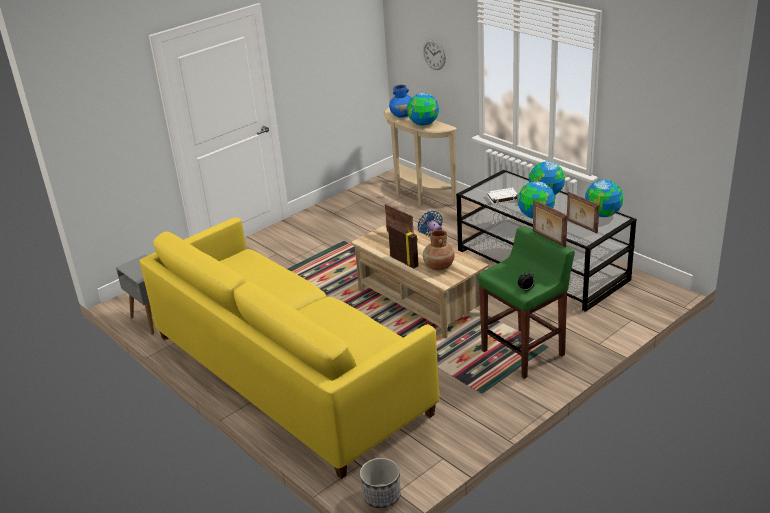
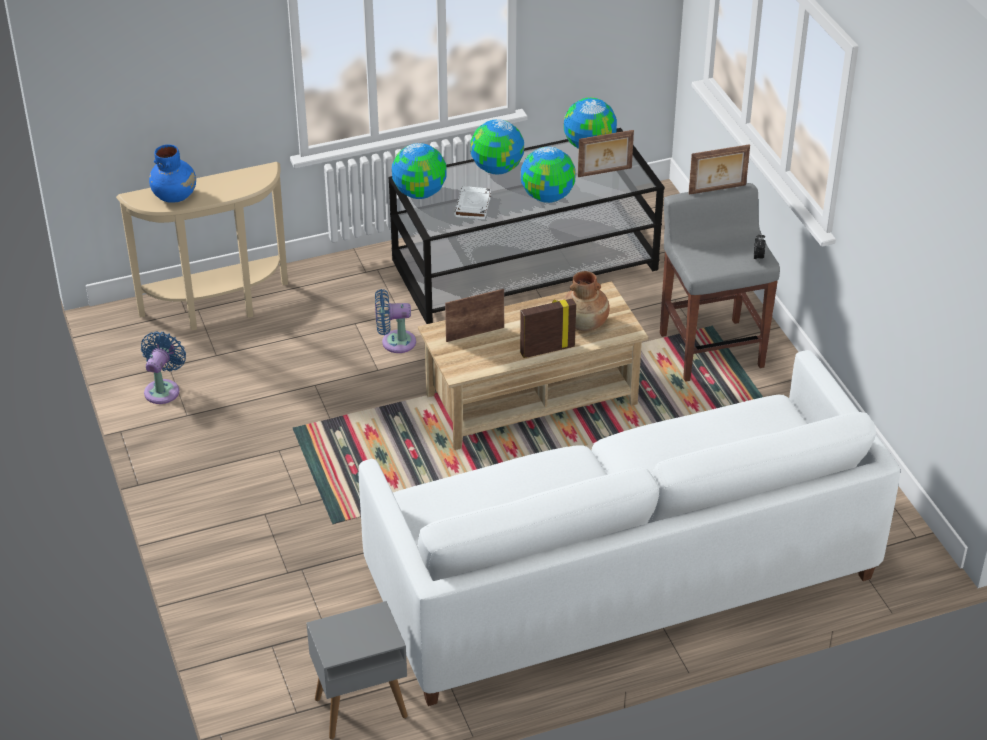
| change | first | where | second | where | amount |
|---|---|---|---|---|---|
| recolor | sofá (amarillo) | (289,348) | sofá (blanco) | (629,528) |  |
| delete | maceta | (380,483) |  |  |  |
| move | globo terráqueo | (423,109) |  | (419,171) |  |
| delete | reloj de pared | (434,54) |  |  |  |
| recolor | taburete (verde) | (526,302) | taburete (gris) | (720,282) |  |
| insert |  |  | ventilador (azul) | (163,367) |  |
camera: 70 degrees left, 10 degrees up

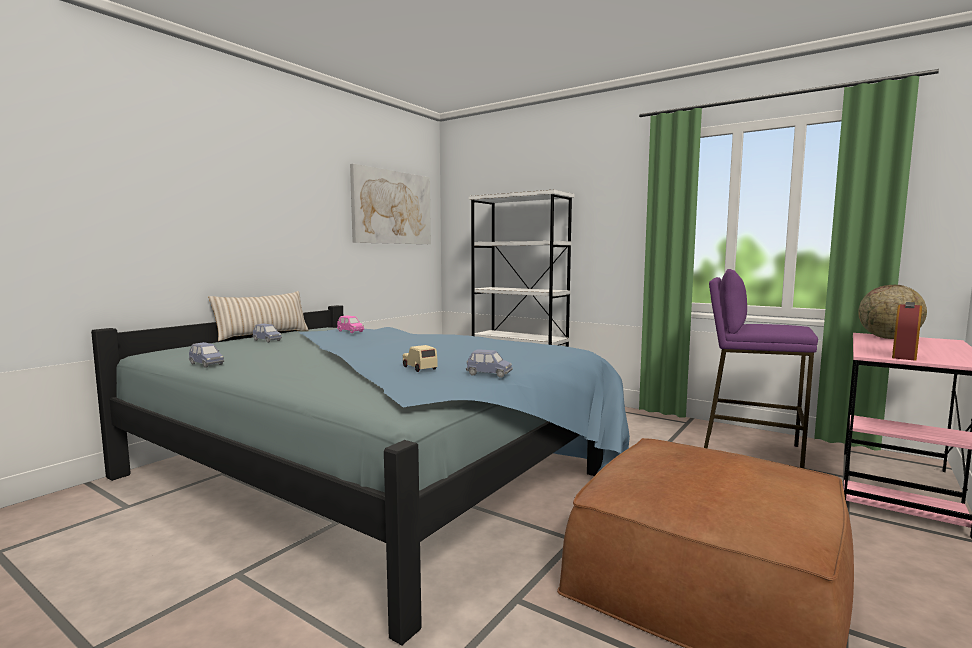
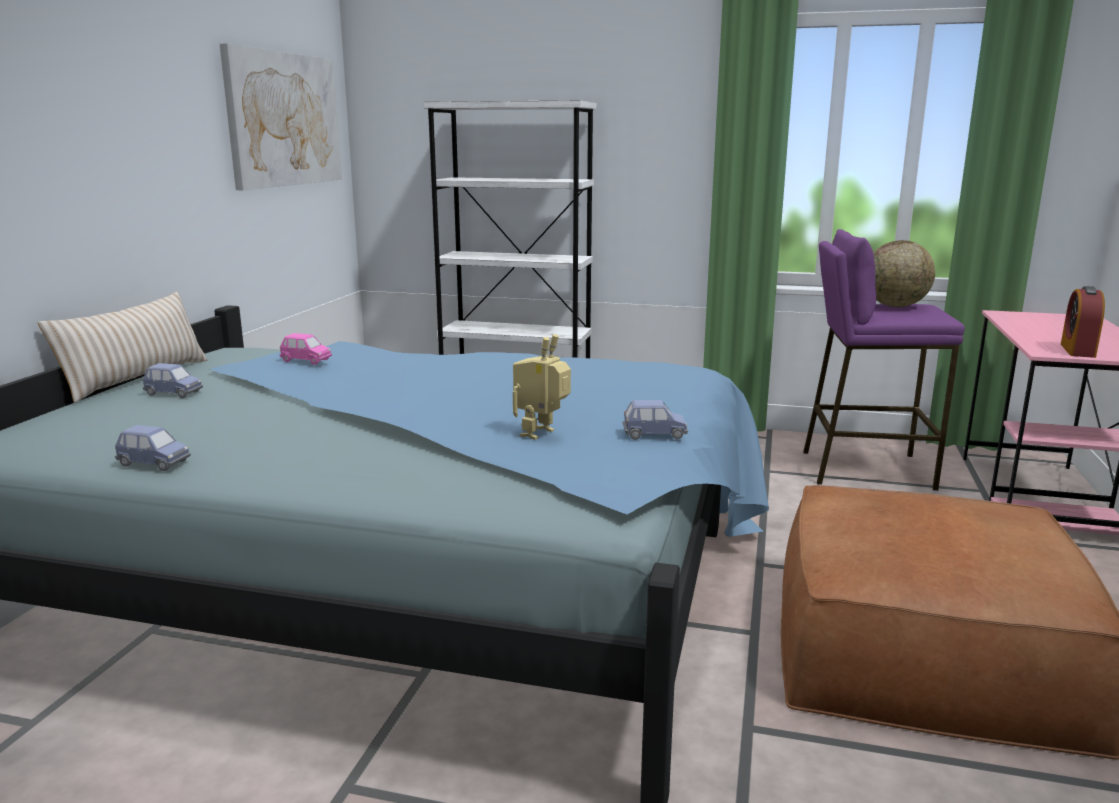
| change | first | where | second | where | amount |
|---|---|---|---|---|---|
| replace | coche de juguete (beis) | (420,358) | robot de juguete | (542,387) |  |
| move | globo terráqueo | (892,312) |  | (904,273) |  |
camera: 20 degrees left, 10 degrees up

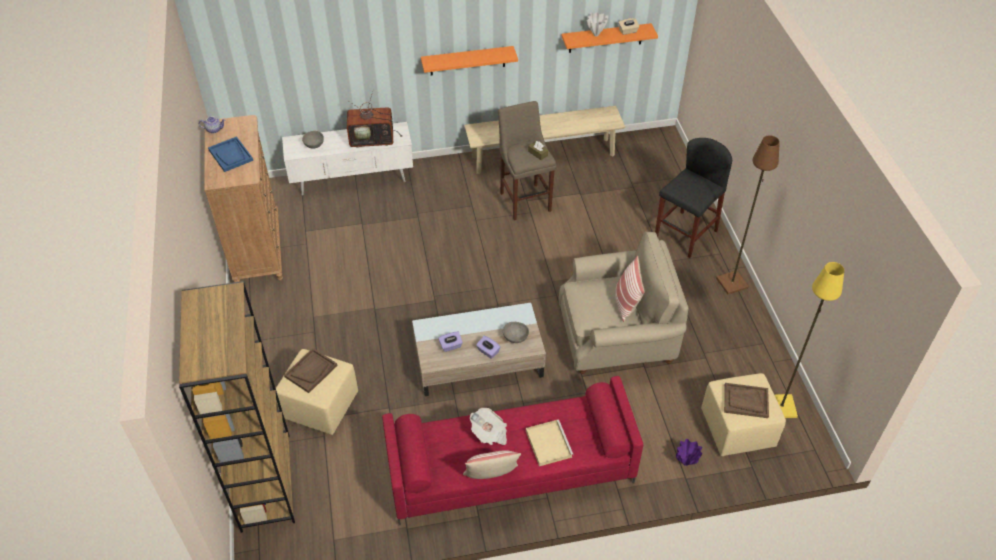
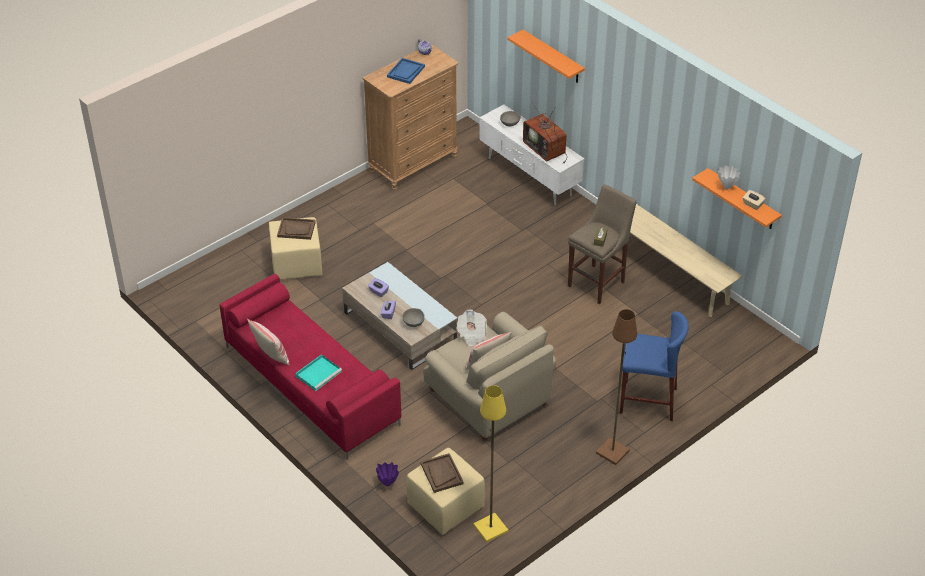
| change | first | where | second | where | amount |
|---|---|---|---|---|---|
| delete | estantería (marrón) | (237,407) |  |  |  |
| move | estante (naranja) | (469,60) |  | (546,56) |  |
| move | periódico | (488,426) |  | (471,327) |  |
| recolor | bandeja (beis) | (550,443) | bandeja (turquesa) | (318,372) |  |
| recolor | taburete (negro) | (693,198) | taburete (azul) | (654,366) |  |
camera: 60 degrees right, 5 degrees down

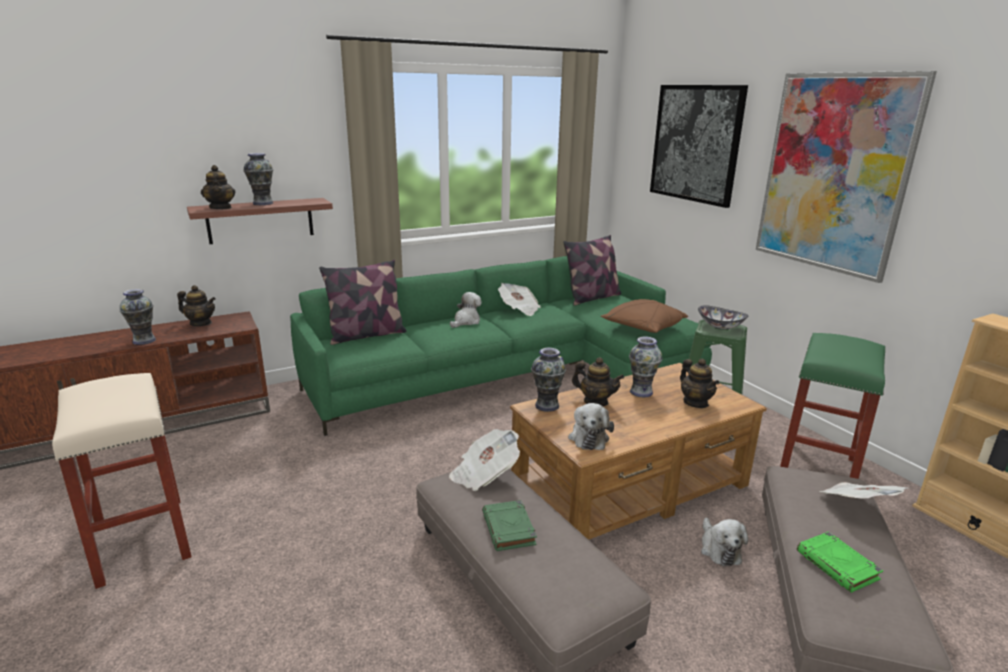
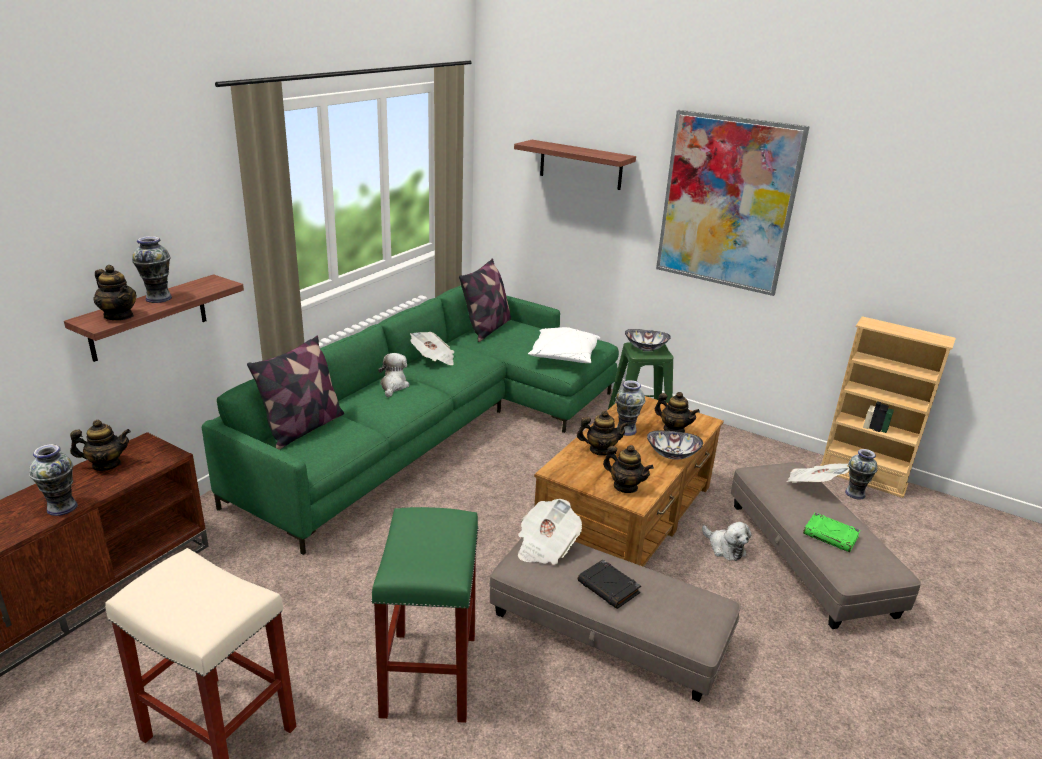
| change | first | where | second | where | amount |
|---|---|---|---|---|---|
| recolor | libro (verde) | (509,525) | libro (negro) | (609,584) |  |
| move | florero | (548,380) |  | (861,474) |  |
| replace | peluche | (591,426) | tetera | (628,469) |  |
| recolor | cojín (marrón) | (644,316) | cojín (blanco) | (564,345) |  |
| replace | cuadro | (699,146) | estante | (575,165) |  |
| move | taburete (verde) | (832,406) |  | (425,615) |  |
| insert |  |  | cuenco | (675,444) |  |
camera: 30 degrees left, 5 degrees up

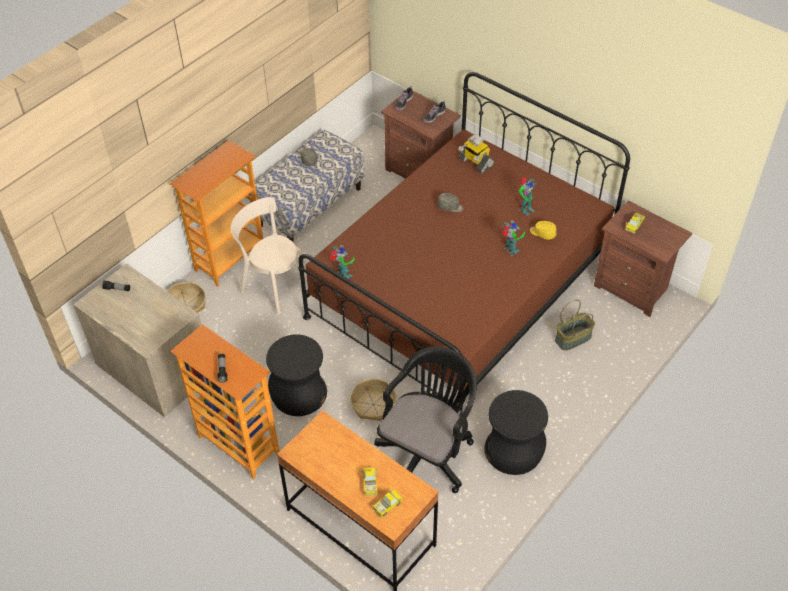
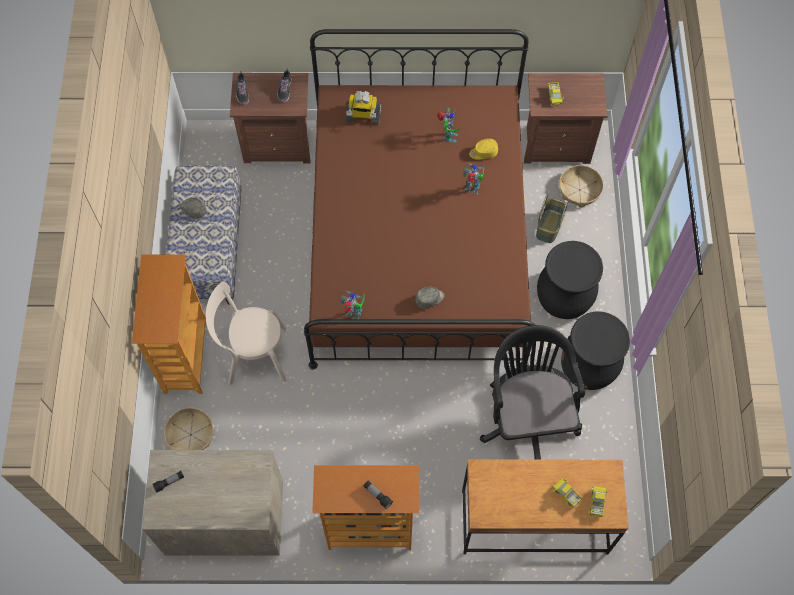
| change | first | where | second | where | amount |
|---|---|---|---|---|---|
| move | taburete (negro) | (296,375) |  | (570,280) |  |
| move | cesta | (373,400) |  | (581,186) |  |
| move | gorra (gris) | (450,202) |  | (430,298) |  |
camera: 40 degrees left, 15 degrees up

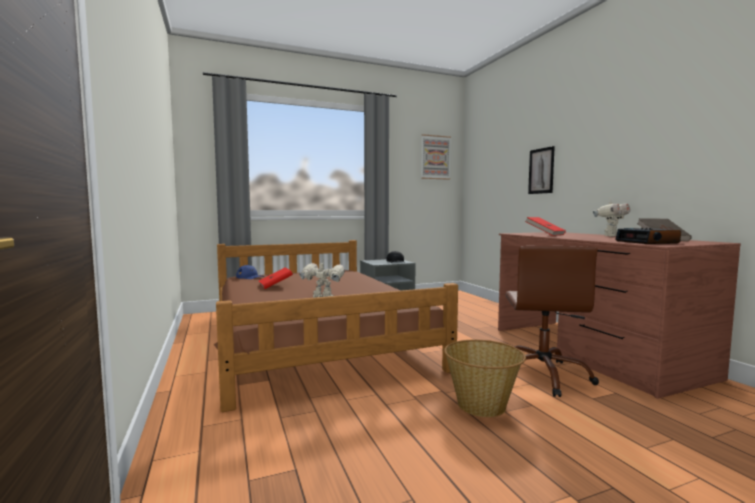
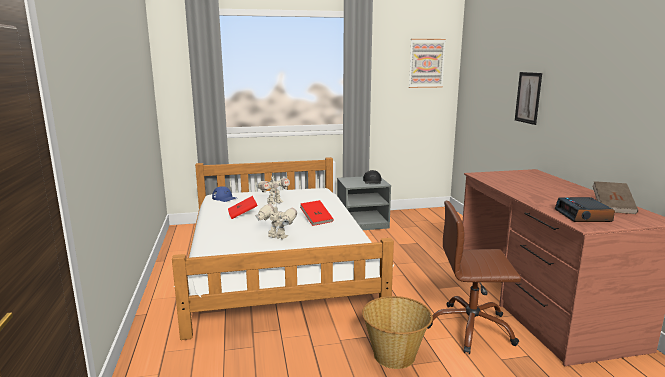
| change | first | where | second | where | amount |
|---|---|---|---|---|---|
| recolor | cama (marrón) | (336,326) | cama (blanco) | (283,248) |  |
| rotate | silla de oficina (marrón) | (552,321) |  | (474,277) | 75 degrees clockwise |
| move | libro (rojo) | (545,226) |  | (317,213) |  |
| move | robot de juguete | (611,217) |  | (273,189) |  |
camera: 10 degrees right, 10 degrees up

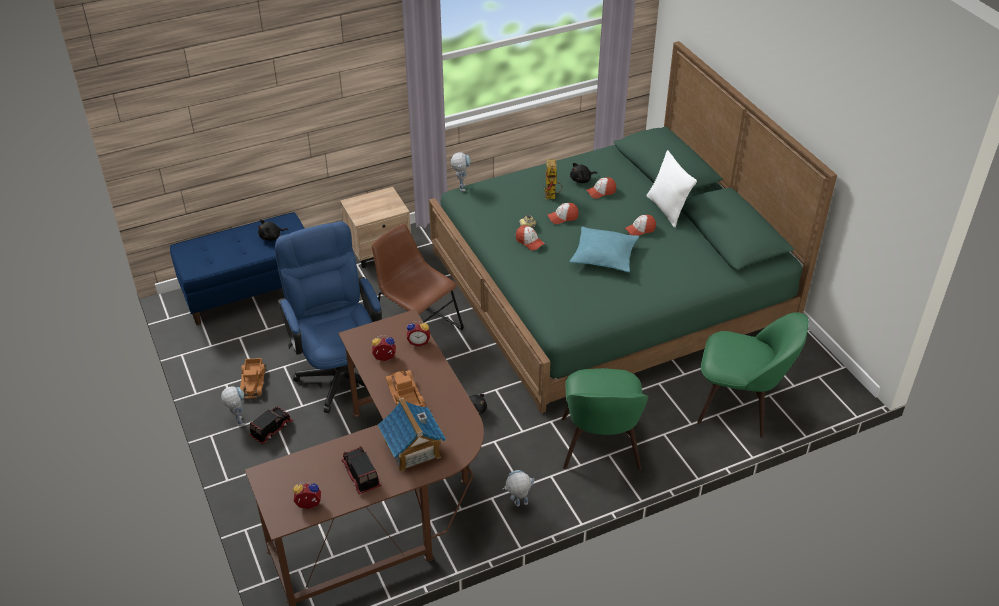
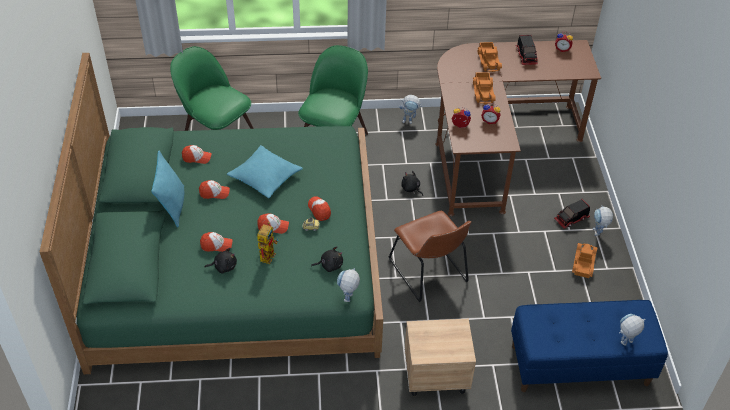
| change | first | where | second | where | amount |
|---|---|---|---|---|---|
| move | peluche (negro) | (273,230) |  | (327,259) |  |
| delete | silla de oficina (azul) | (328,317) |  |  |  |
| replace | casita | (412,434) | camión de juguete | (489,57) |  |
| recolor | cojín (blanco) | (671,188) | cojín (turquesa) | (167,189) |  |
| insert |  |  | gorra | (197,154) |  |
| insert |  |  | robot de juguete | (632,330) |  |
camera: 160 degrees left, 5 degrees up

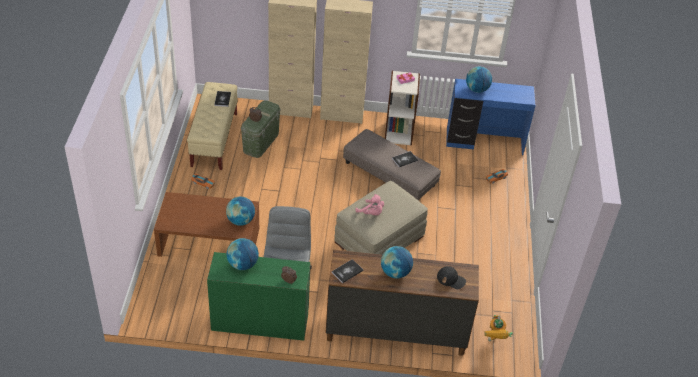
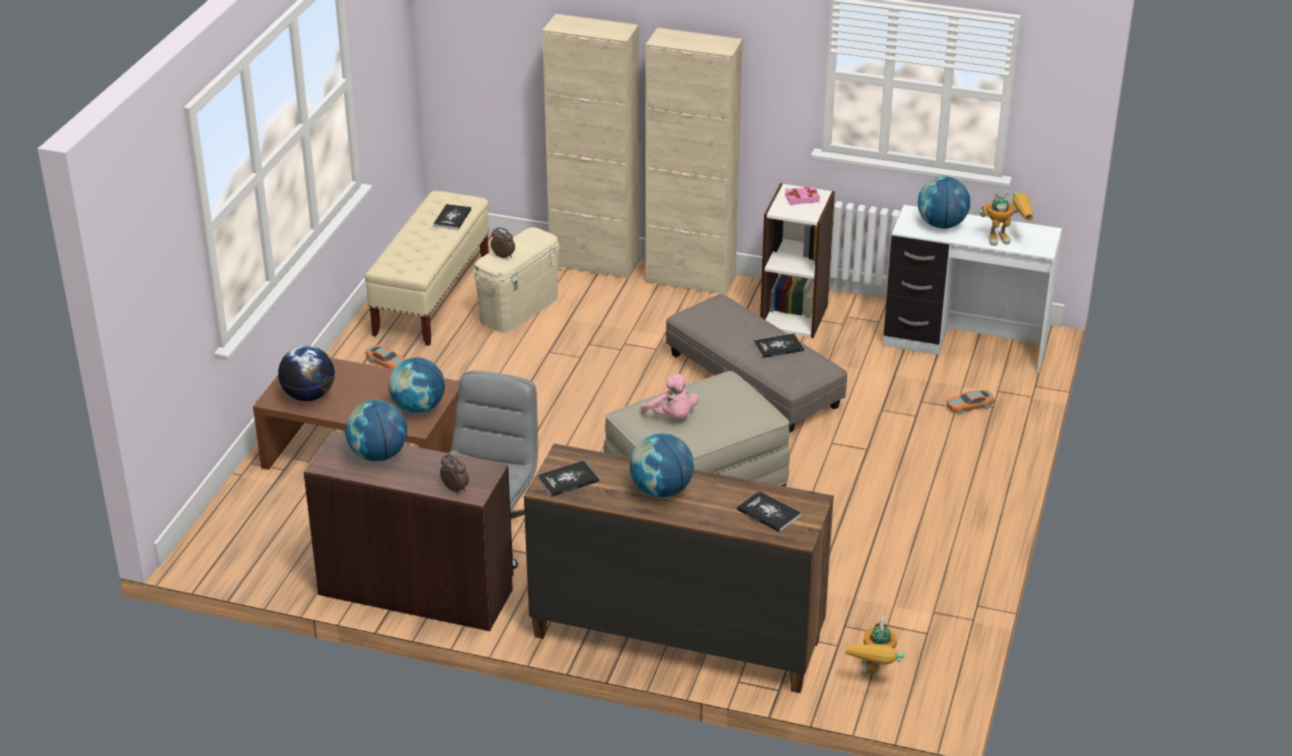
| change | first | where | second | where | amount |
|---|---|---|---|---|---|
| recolor | escritorio (verde) | (259,296) | escritorio (marrón) | (408,531) |  |
| recolor | caja de almacenaje (verde) | (260,129) | caja de almacenaje (beis) | (516,280) |  |
| replace | gorra (negro) | (451,277) | libro | (769,511) |  |
| recolor | escritorio (azul) | (490,117) | escritorio (blanco) | (973,289) |  |
| insert |  |  | globo terráqueo | (306,373) |  |
| insert |  |  | robot de juguete | (1006,219) |  |
camera: 15 degrees right, 10 degrees down

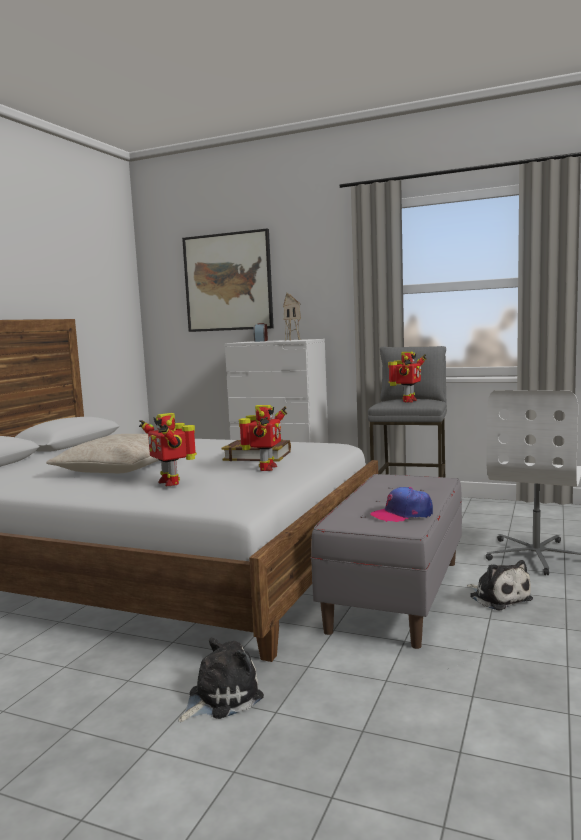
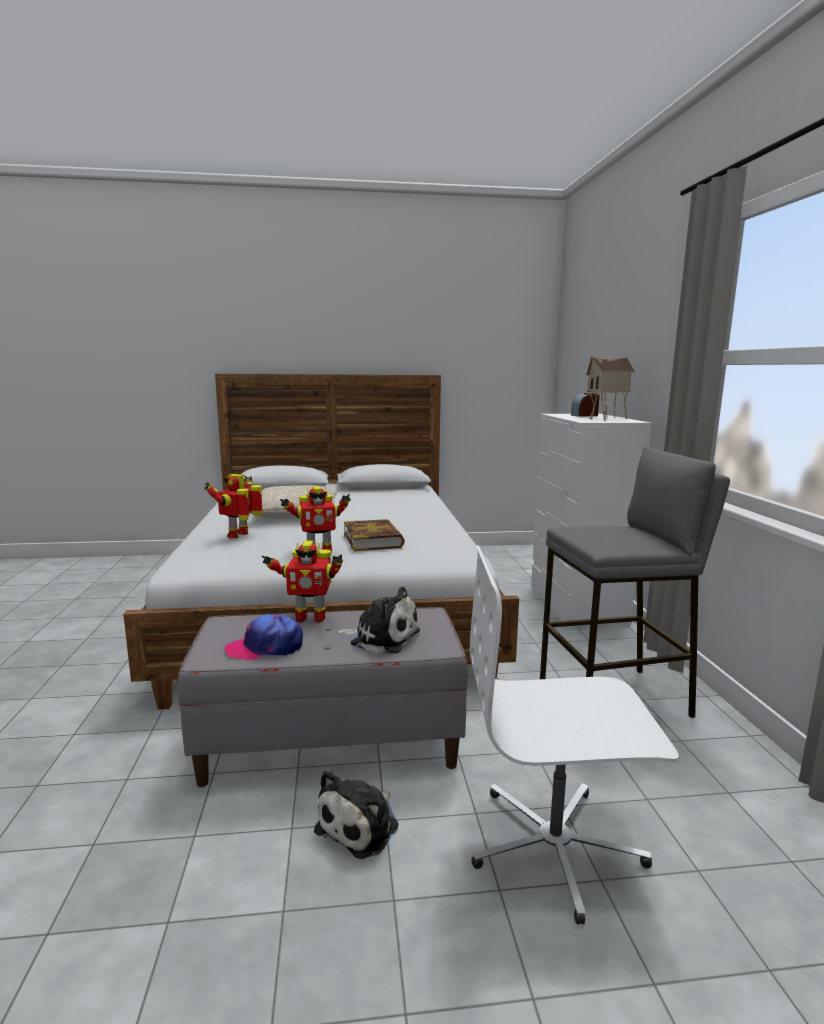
| change | first | where | second | where | amount |
|---|---|---|---|---|---|
| move | peluche | (221,680) |  | (378,620) |  |
| delete | cuadro | (228,280) |  |  |  |
| rotate | gorra | (401,504) |  | (264,637) | 60 degrees counterclockwise |
| move | robot de juguete | (407,377) |  | (302,582) |  |
camera: 60 degrees right, 5 degrees up

